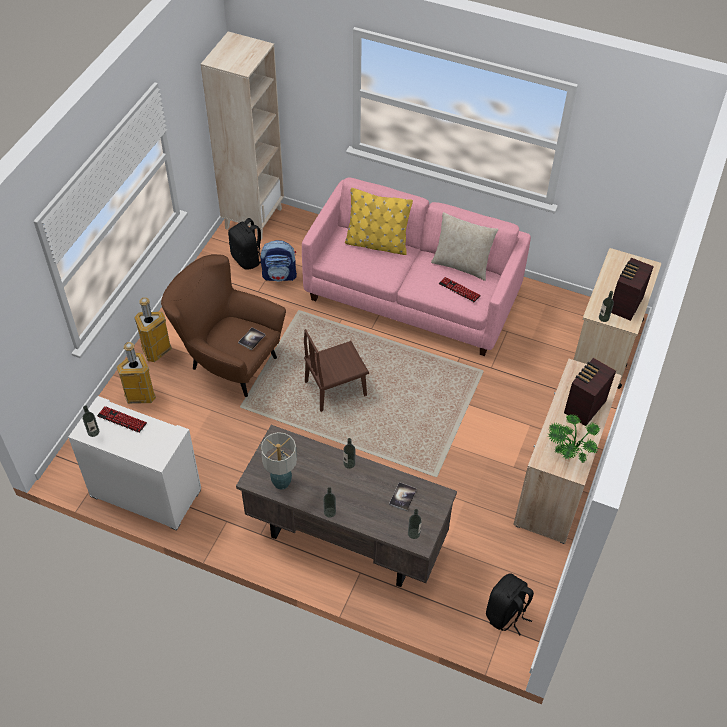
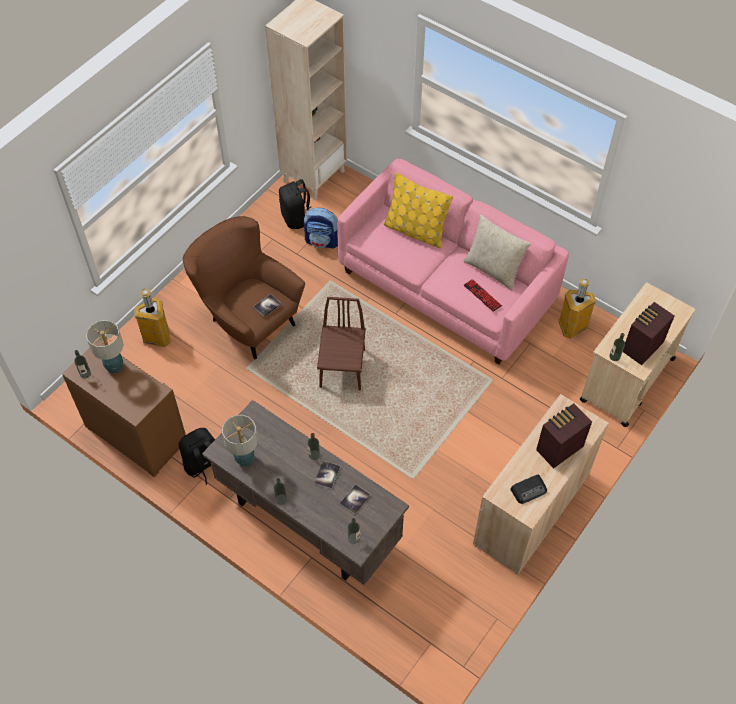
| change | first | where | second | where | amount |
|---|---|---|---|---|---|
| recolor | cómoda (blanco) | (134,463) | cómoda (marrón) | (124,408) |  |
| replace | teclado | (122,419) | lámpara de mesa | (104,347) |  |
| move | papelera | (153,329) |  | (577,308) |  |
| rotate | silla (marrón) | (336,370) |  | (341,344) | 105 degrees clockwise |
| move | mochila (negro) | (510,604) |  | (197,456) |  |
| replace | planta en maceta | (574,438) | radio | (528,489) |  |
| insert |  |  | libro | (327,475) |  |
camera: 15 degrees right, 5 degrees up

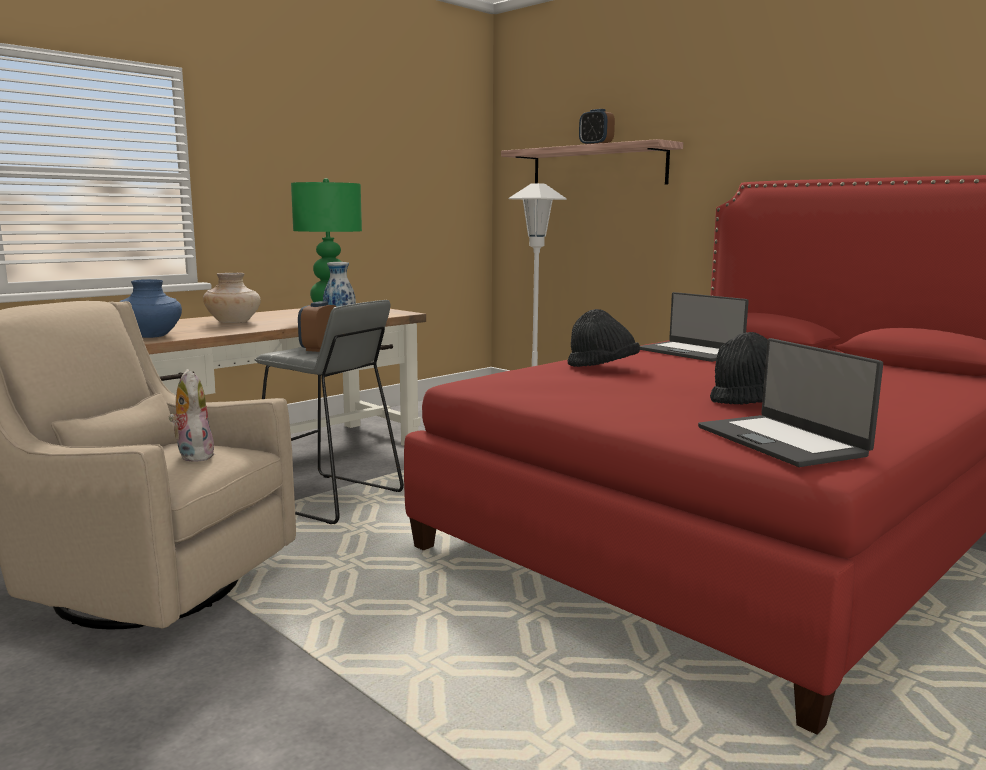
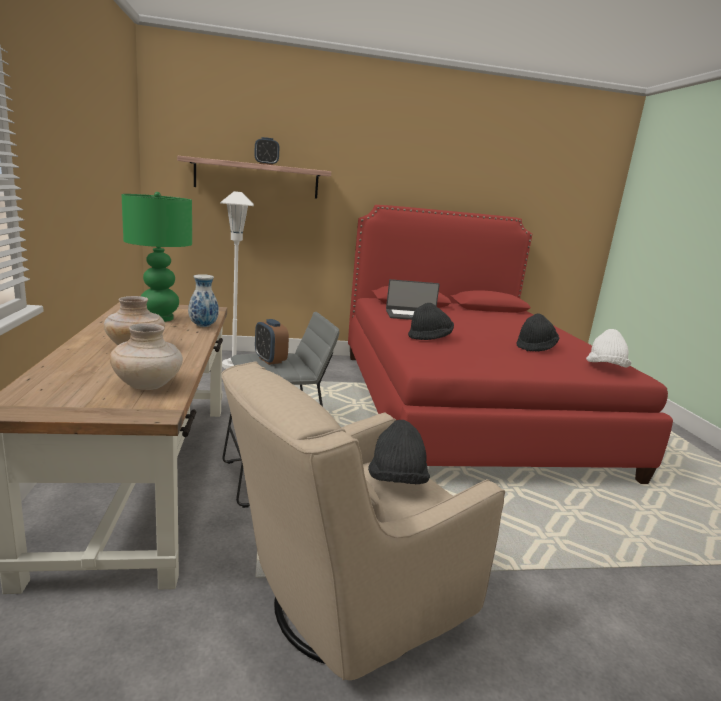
| change | first | where | second | where | amount |
|---|---|---|---|---|---|
| recolor | florero (azul) | (150,308) | florero (beis) | (146,356) |  |
| replace | peluche | (192,415) | sombrero (negro) | (399,452) |  |
| replace | portátil | (790,402) | sombrero (blanco) | (609,348) |  |
camera: 55 degrees left, 5 degrees up

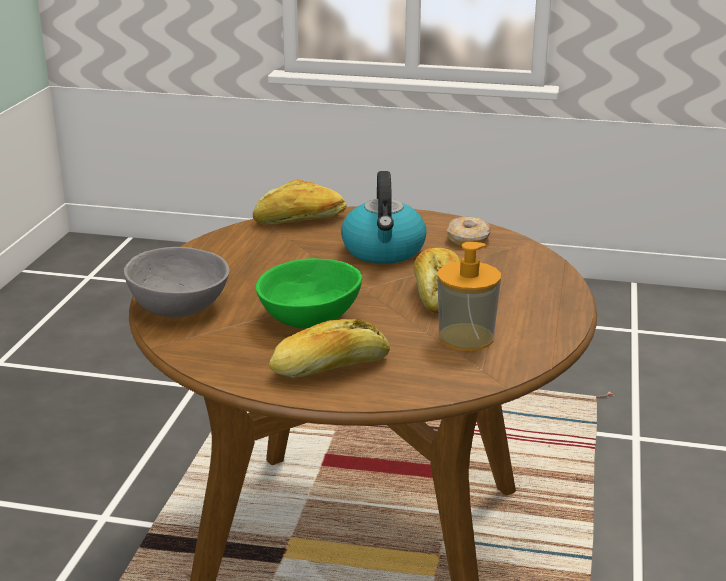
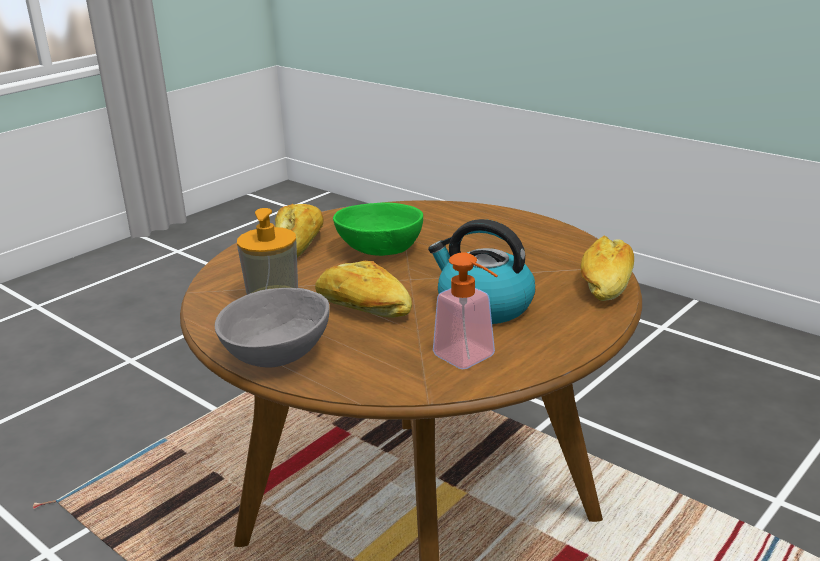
| change | first | where | second | where | amount |
|---|---|---|---|---|---|
| move | cuenco (gris) | (176,282) |  | (272,327) |  |
| replace | rosquilla | (469,231) | dispensador de jabón | (465,310) |  |
camera: 120 degrees right, 0 degrees up

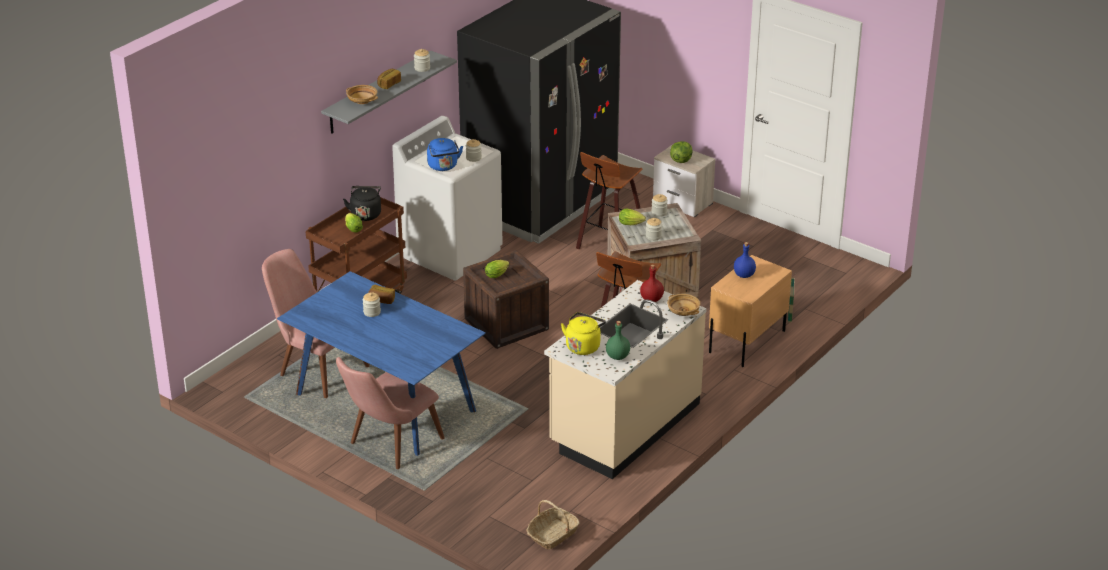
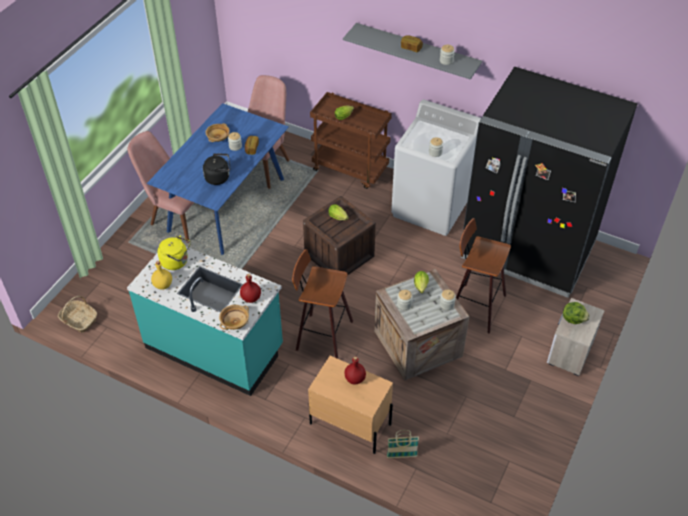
| change | first | where | second | where | amount |
|---|---|---|---|---|---|
| move | hervidor (negro) | (362,203) |  | (216,169) |  |
| move | cuenco (beis) | (362,94) |  | (217,132) |  |
| delete | hervidor (azul) | (445,154) |  |  |  |
| recolor | mueble bajo de cocina (beis) | (625,379) | mueble bajo de cocina (turquesa) | (205,321) |  |
| recolor | botella (verde) | (618,340) | botella (amarillo) | (161,275) |  |
| recolor | botella (azul) | (745,260) | botella (rojo) | (355,370) |  |
camera: 80 degrees right, 15 degrees up

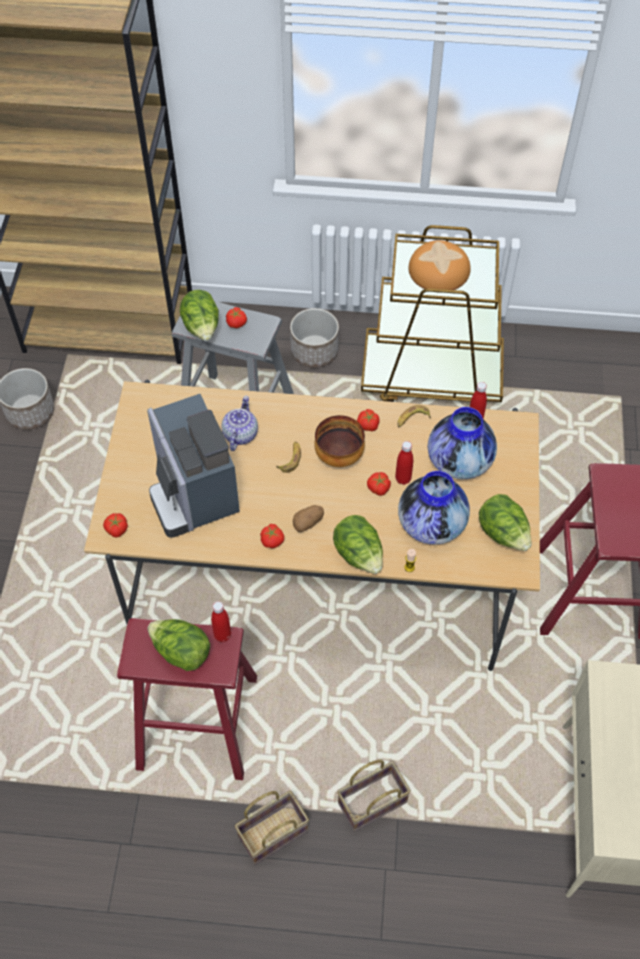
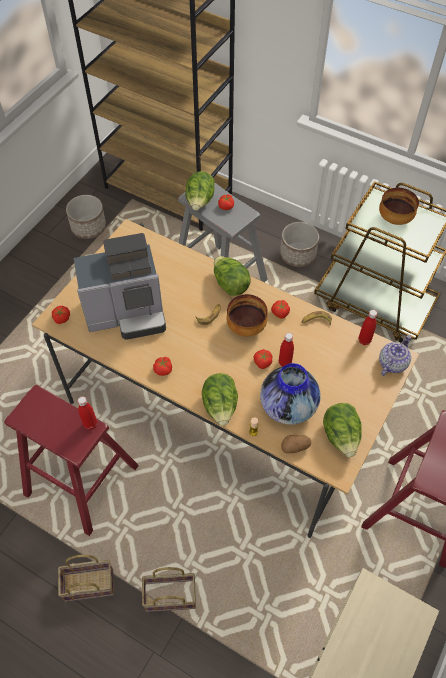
| change | first | where | second | where | amount |
|---|---|---|---|---|---|
| rotate | cafetera | (193,466) |  | (120,286) | 105 degrees counterclockwise |
| move | lechuga | (178,645) |  | (232,276) |  |
| move | tetera | (239,423) |  | (395,355) |  |
| move | patata | (308,518) |  | (296,444) |  |
| replace | pan | (440,266) | cuenco | (399,206) |  |
| delete | florero | (462,443) |  |  |  |
camera: 25 degrees right, 0 degrees up

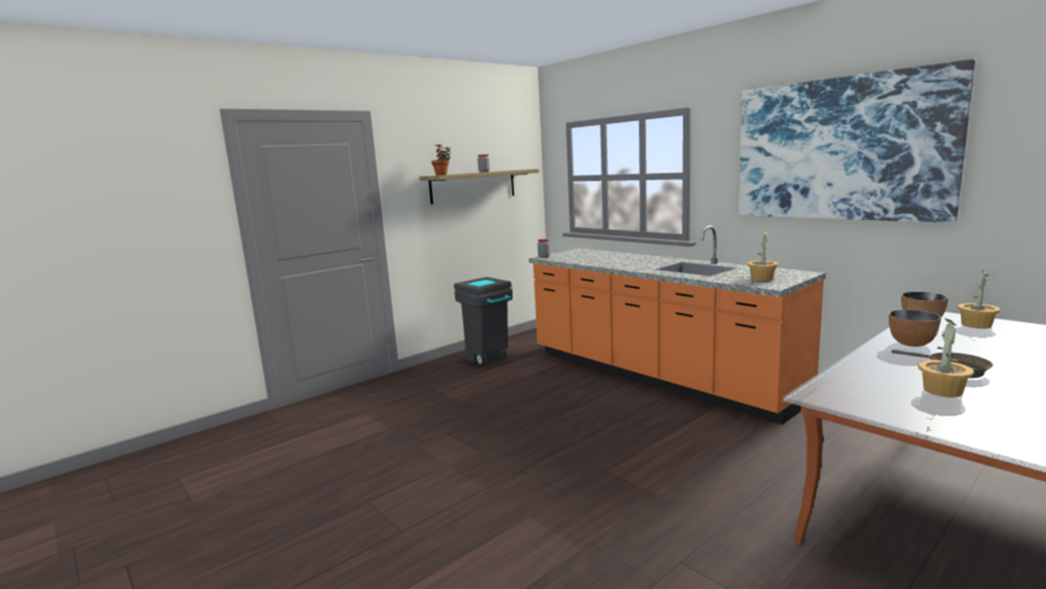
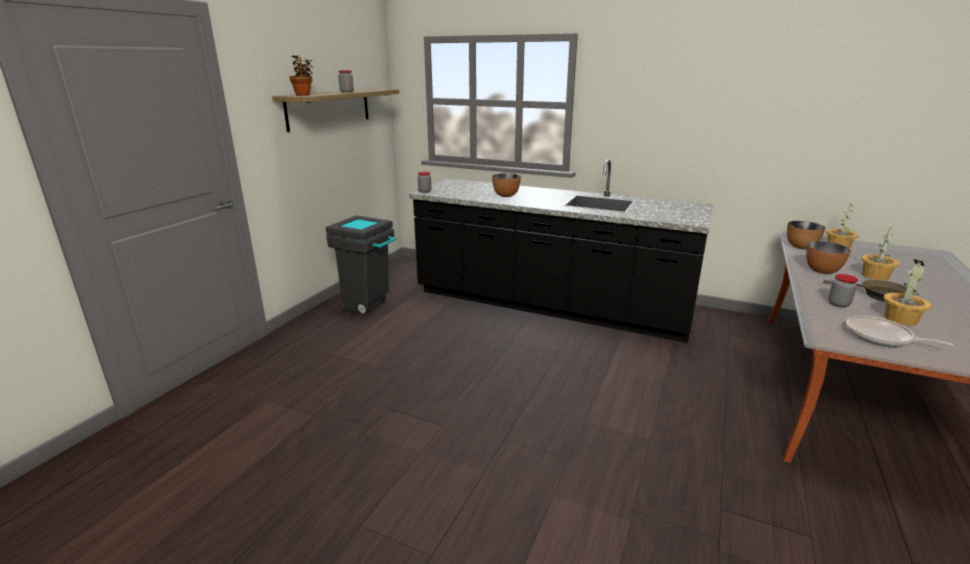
| change | first | where | second | where | amount |
|---|---|---|---|---|---|
| recolor | mueble bajo de cocina (naranja) | (677,325) | mueble bajo de cocina (negro) | (561,251) |  |
| delete | cuadro | (857,141) |  |  |  |
| move | planta en maceta | (762,256) |  | (880,254) |  |
| insert |  |  | cuenco | (506,185) |  |
| insert |  |  | tarro | (843,290) |  |
| insert |  |  | sartén | (900,331) |  |
camera: 25 degrees left, 10 degrees up

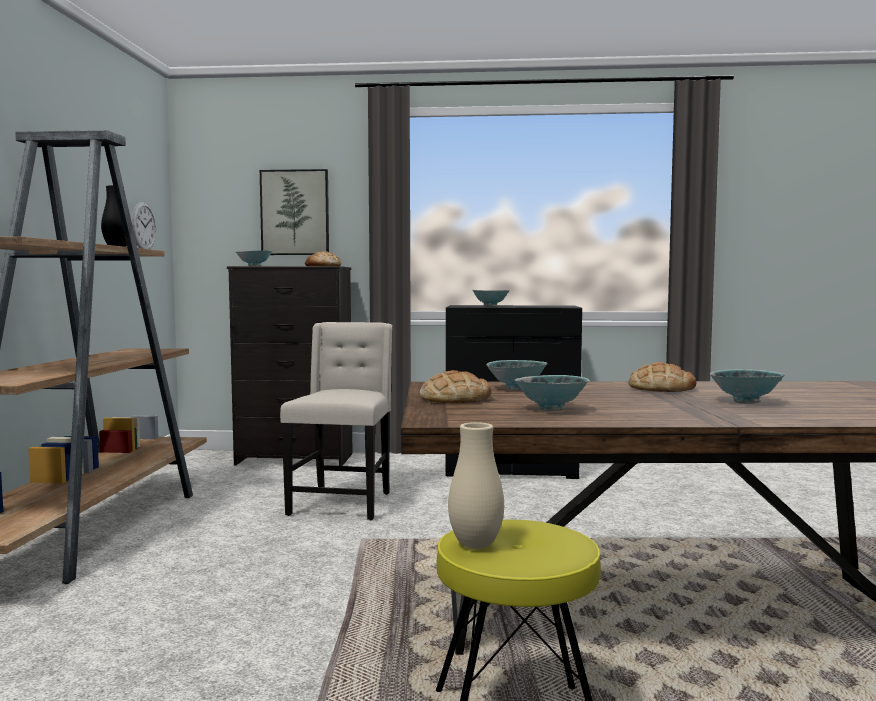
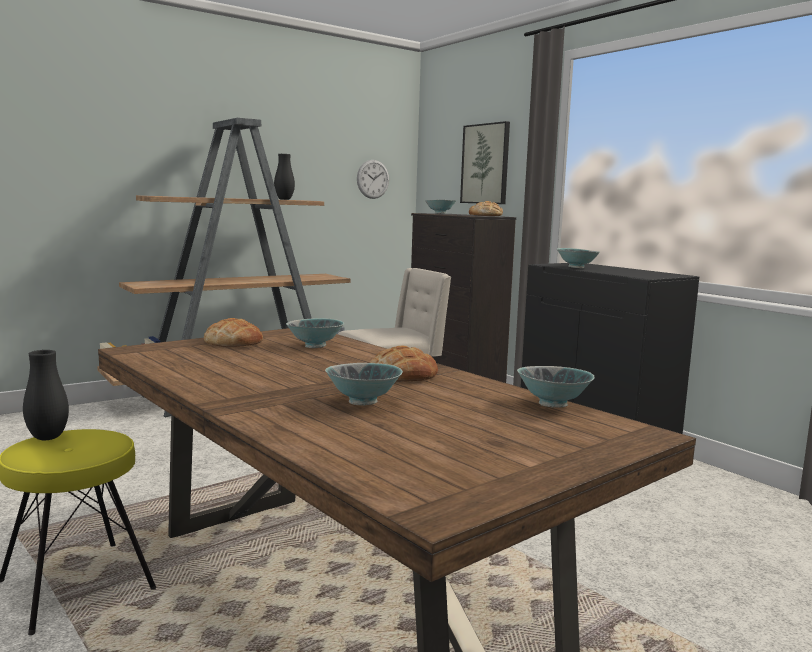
| change | first | where | second | where | amount |
|---|---|---|---|---|---|
| recolor | florero (beis) | (476,485) | florero (negro) | (46,395) |  |
| move | cuenco | (552,393) |  | (555,387) |  |
camera: 50 degrees right, 5 degrees up

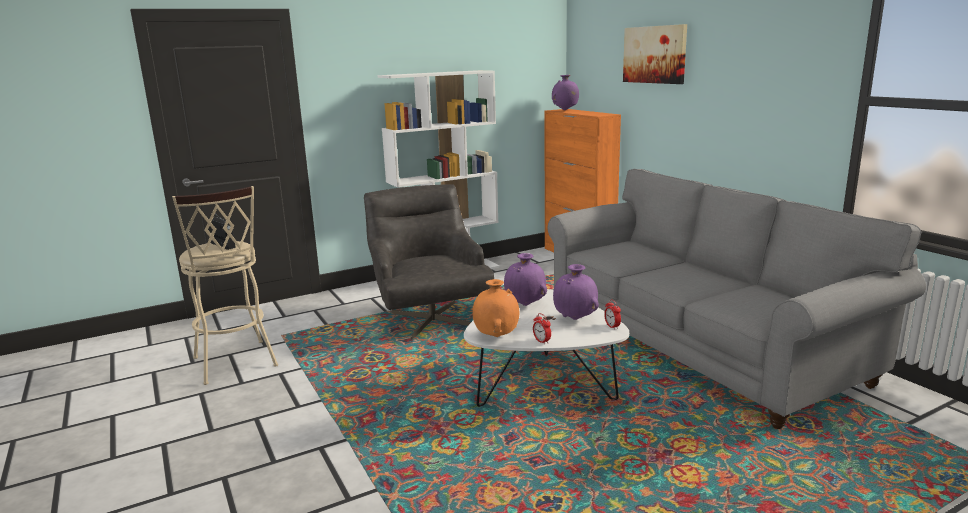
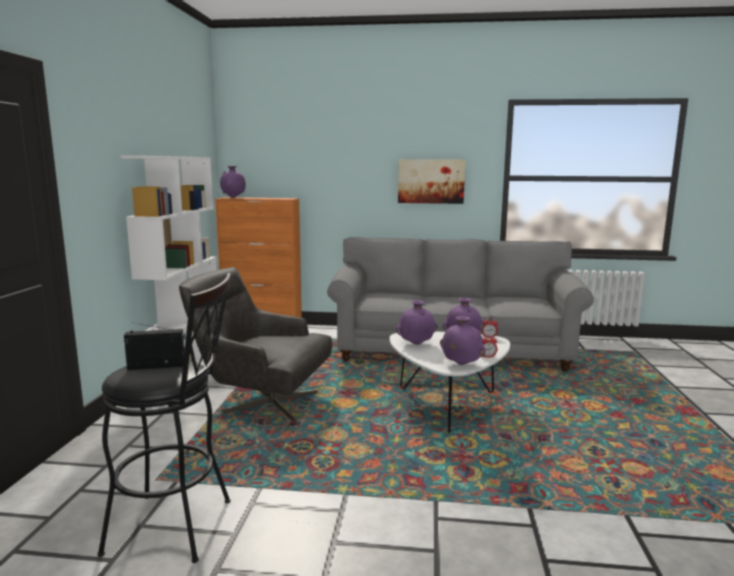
| change | first | where | second | where | amount |
|---|---|---|---|---|---|
| recolor | taburete (beis) | (225,285) | taburete (negro) | (164,418) |  |
| recolor | florero (naranja) | (495,308) | florero (morado) | (463,340) |  |
| move | cuadro | (655,54) |  | (431,181) |  |
camera: 55 degrees left, 5 degrees down

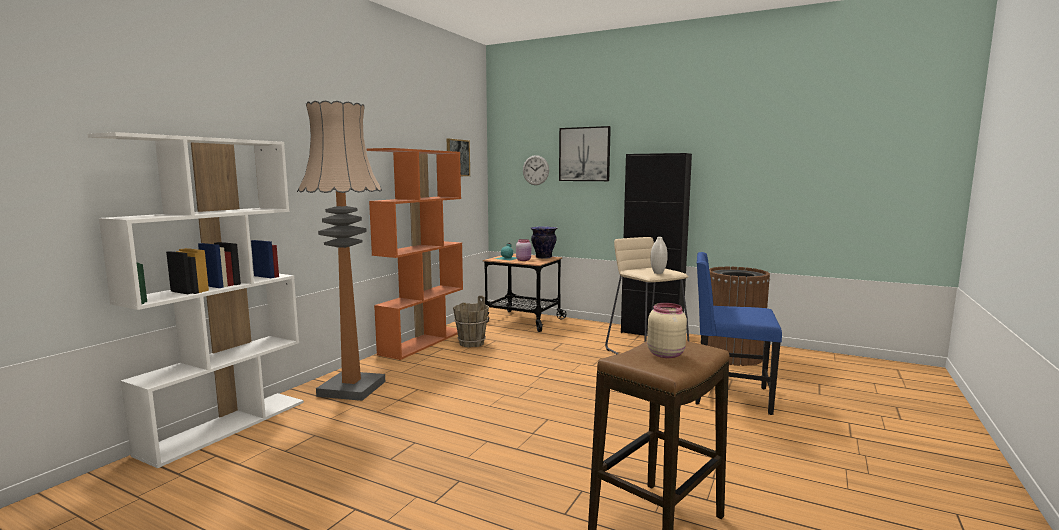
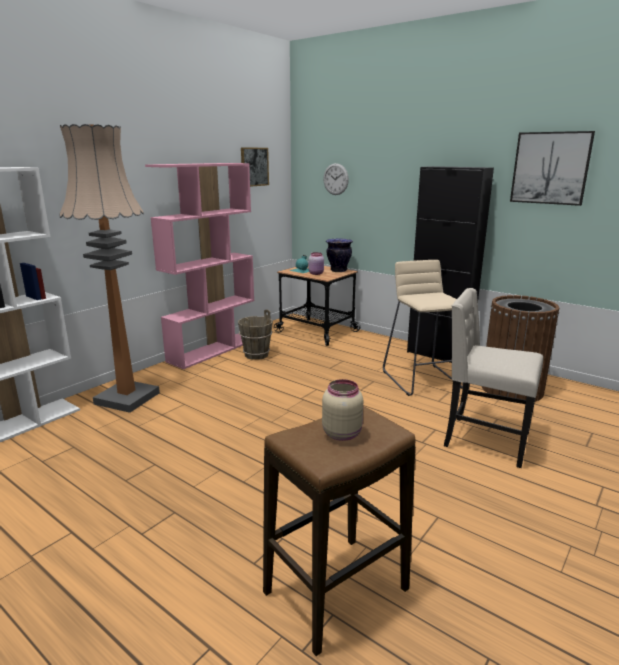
| change | first | where | second | where | amount |
|---|---|---|---|---|---|
| recolor | estantería (naranja) | (415,254) | estantería (rosa) | (199,266) |  |
| move | cuadro | (585,153) |  | (552,168) |  |
| delete | florero (blanco) | (659,255) |  |  |  |
| recolor | silla (azul) | (738,333) | silla (beis) | (493,378) |  |
camera: 10 degrees right, 10 degrees up

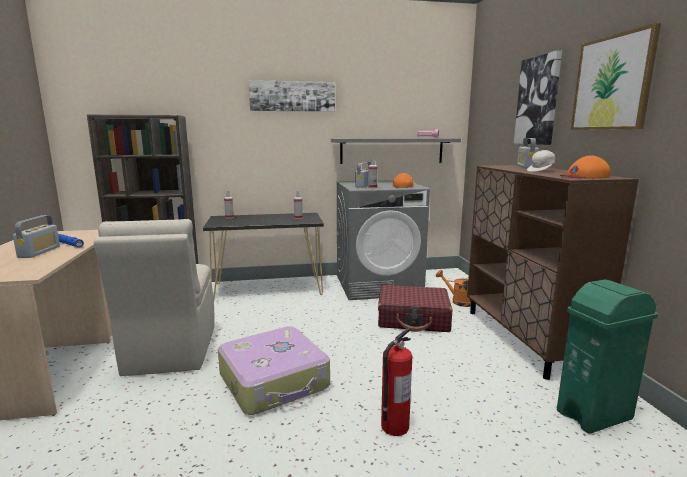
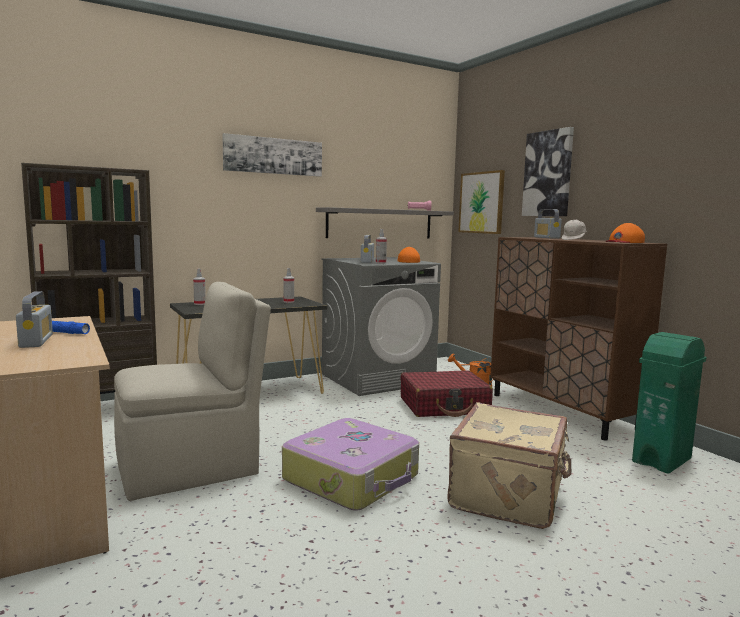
| change | first | where | second | where | amount |
|---|---|---|---|---|---|
| rotate | silla (beis) | (154,297) |  | (192,391) | 90 degrees counterclockwise |
| replace | extintor | (396,382) | maleta (beis) | (509,466) |  |
| move | cuadro | (616,76) |  | (481,202) |  |
camera: 20 degrees left, 5 degrees down

